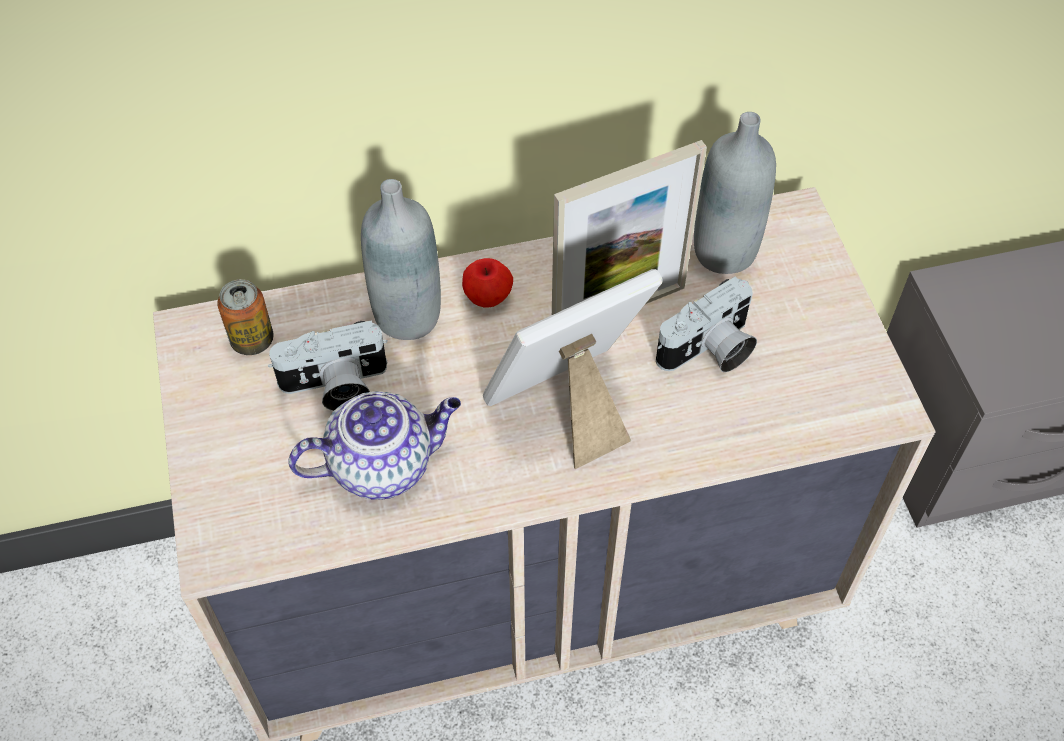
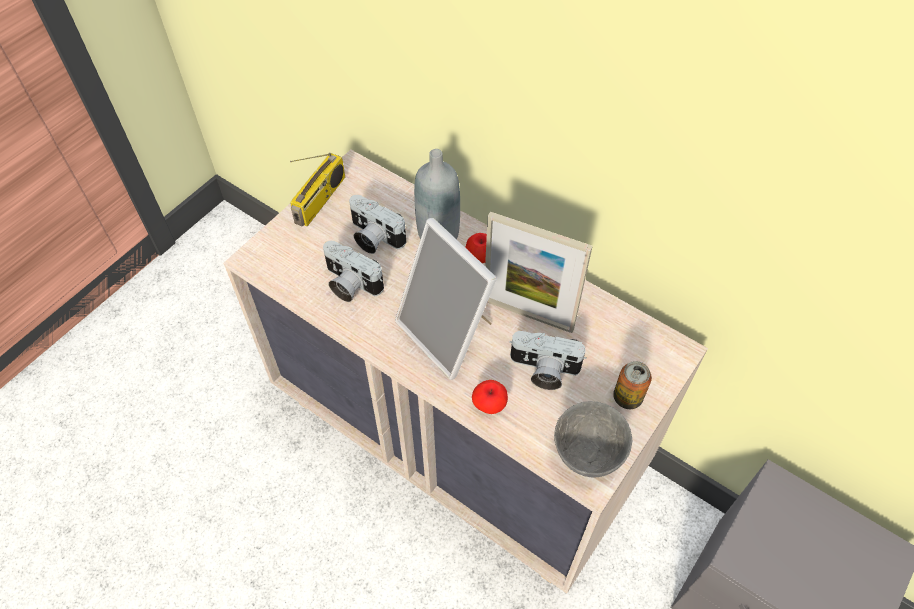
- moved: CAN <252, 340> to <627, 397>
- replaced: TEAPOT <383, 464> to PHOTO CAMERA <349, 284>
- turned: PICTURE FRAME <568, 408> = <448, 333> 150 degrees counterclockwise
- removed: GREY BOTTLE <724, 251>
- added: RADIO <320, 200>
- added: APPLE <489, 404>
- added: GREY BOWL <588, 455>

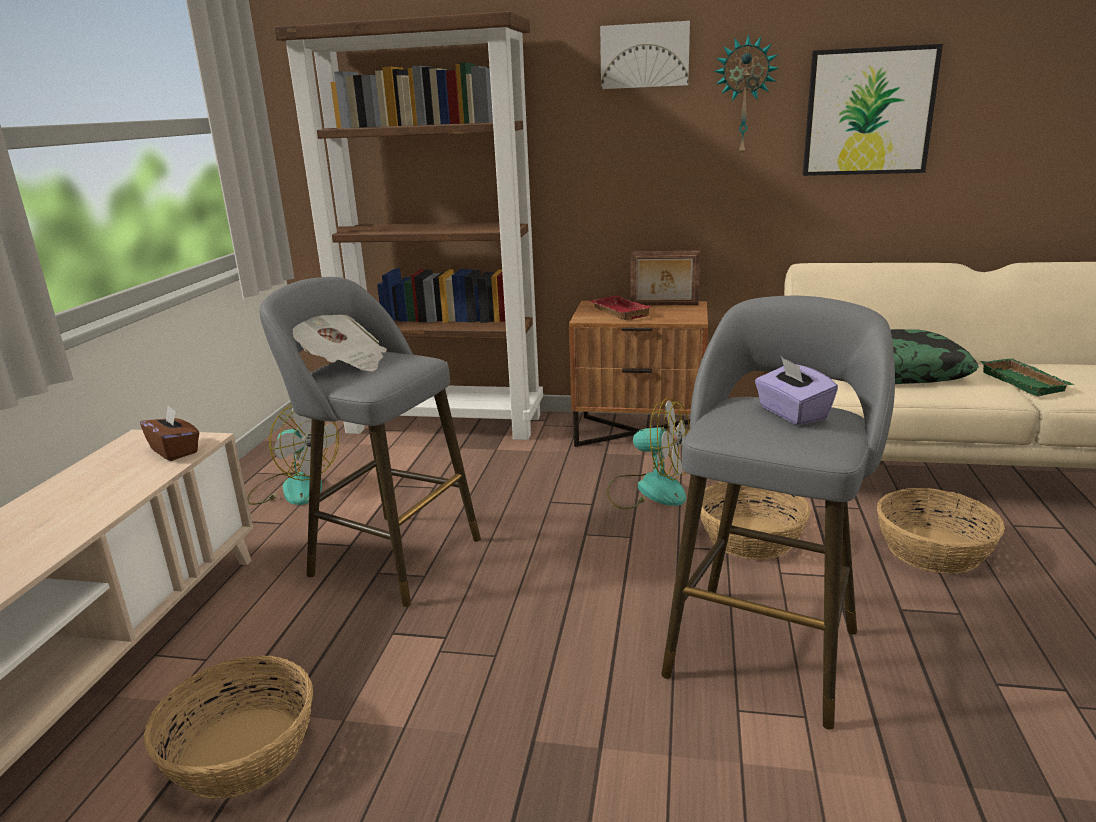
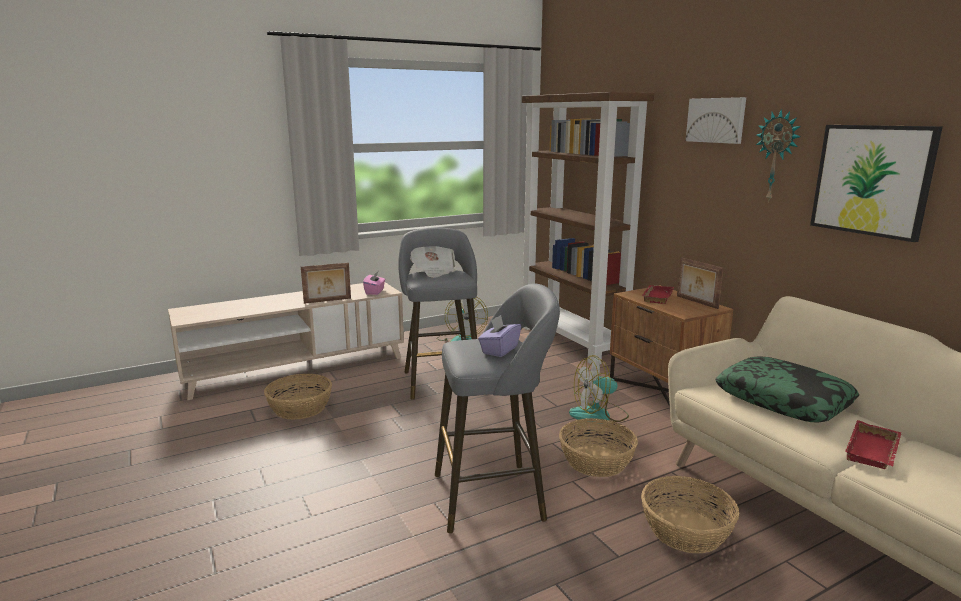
- recoloured: BROWN TISSUE BOX <175, 451> to PINK TISSUE BOX <375, 291>
- turned: FAN <649, 489> = <599, 415> 90 degrees clockwise
- recoloured: GREEN TRAY <1026, 382> to RED TRAY <874, 452>
- added: PICTURE FRAME <327, 301>

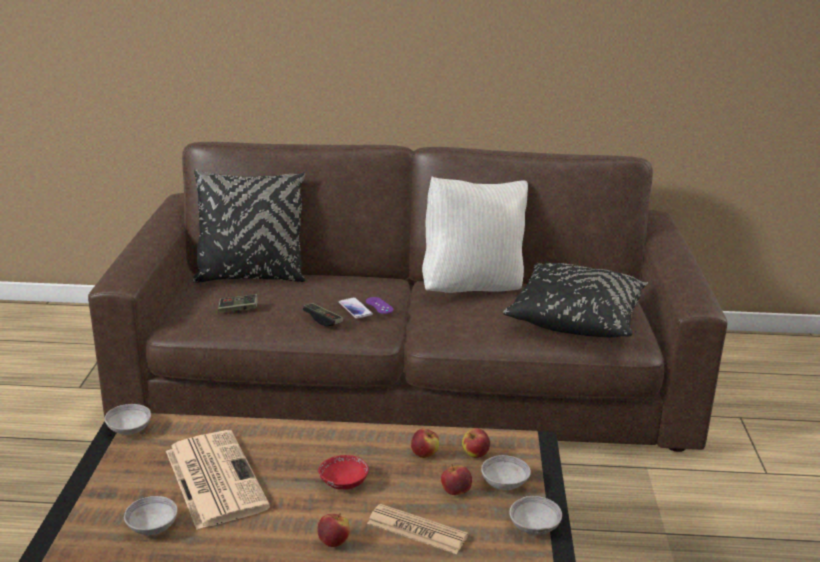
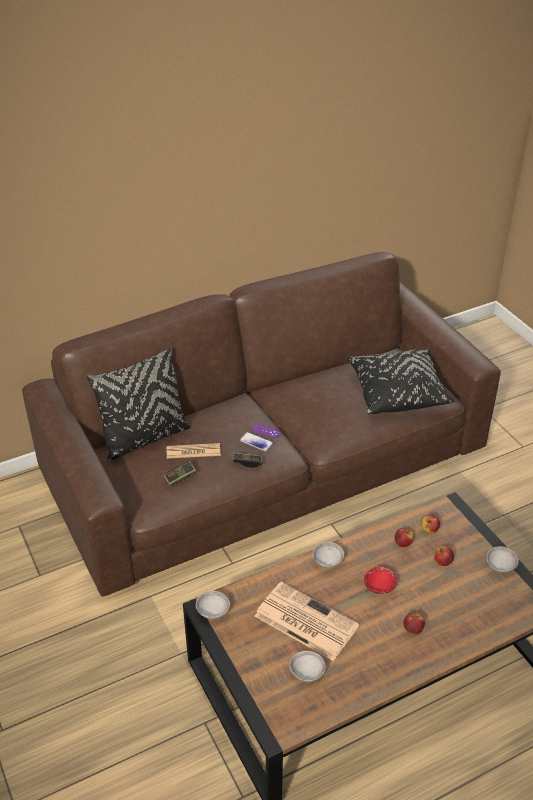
- moved: NEWSPAPER <417, 530> to <193, 451>
- removed: WHITE PILLOW <472, 288>
- moved: GREY BOWL <504, 483> to <328, 561>

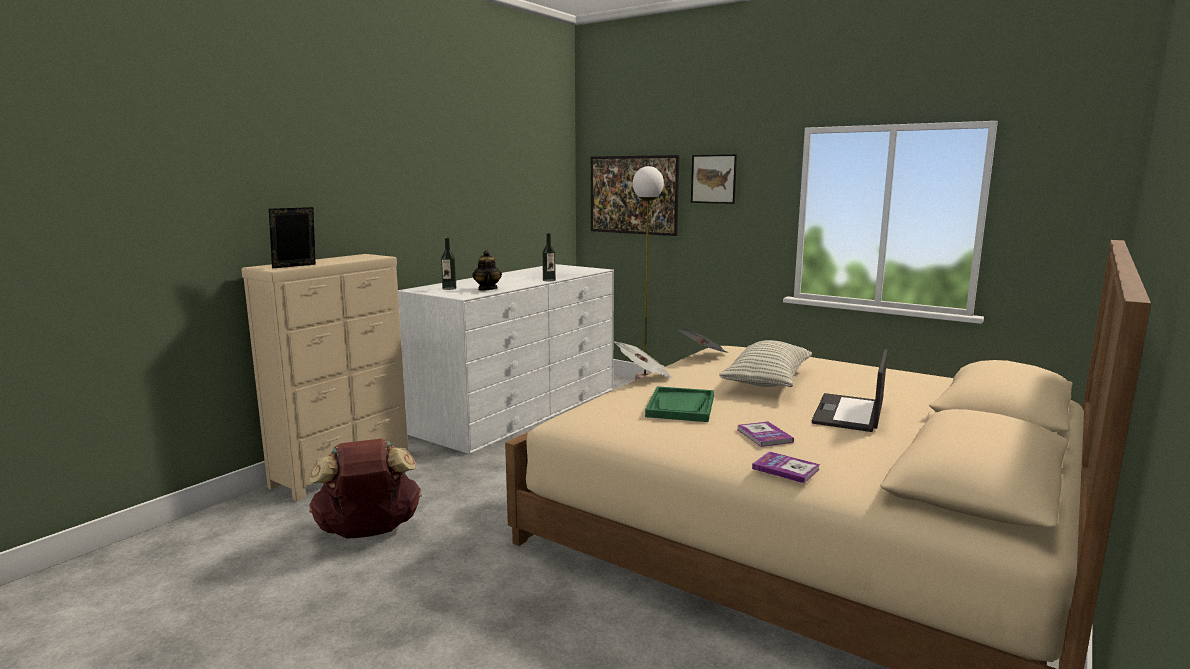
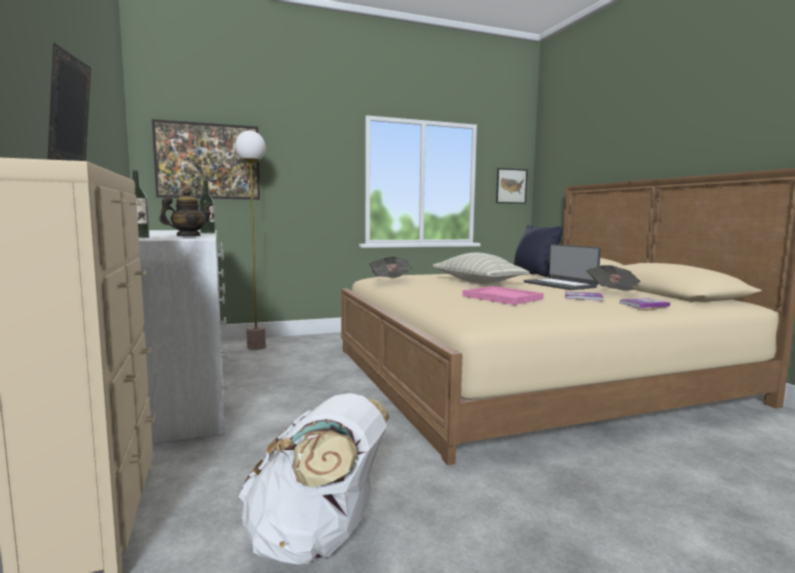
- recoloured: BROWN BACKPACK <368, 532> to WHITE BACKPACK <317, 540>
- turned: TEAPOT <487, 289> = <188, 236> 120 degrees clockwise
- moved: NEWSPAPER <644, 375> to <613, 292>
- recoloured: GREEN TRAY <681, 407> to PINK TRAY <502, 297>
- moved: PICTURE <713, 179> to <511, 186>
- added: BLACK PILLOW <534, 274>

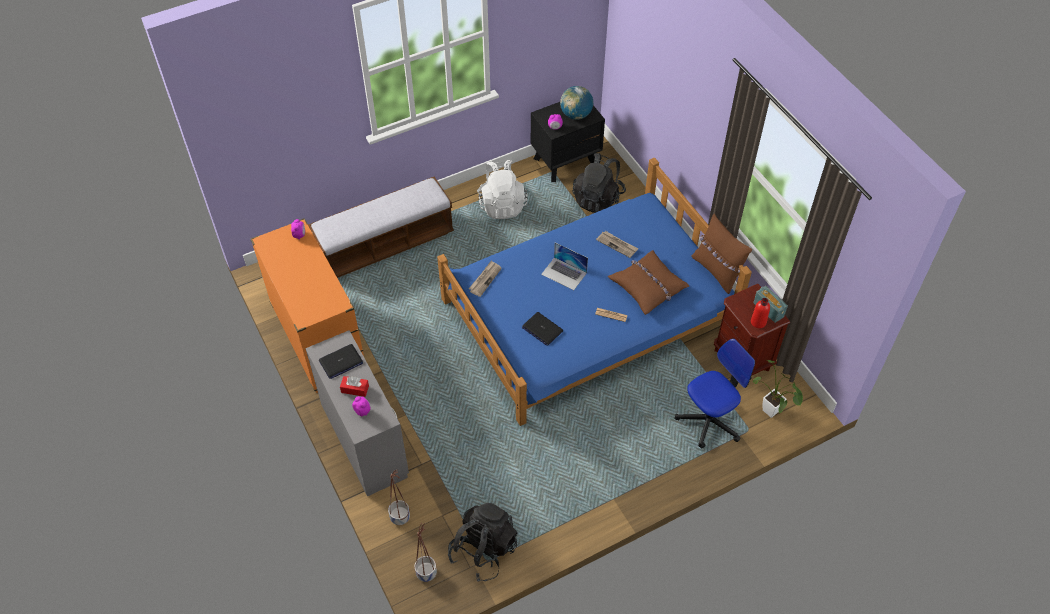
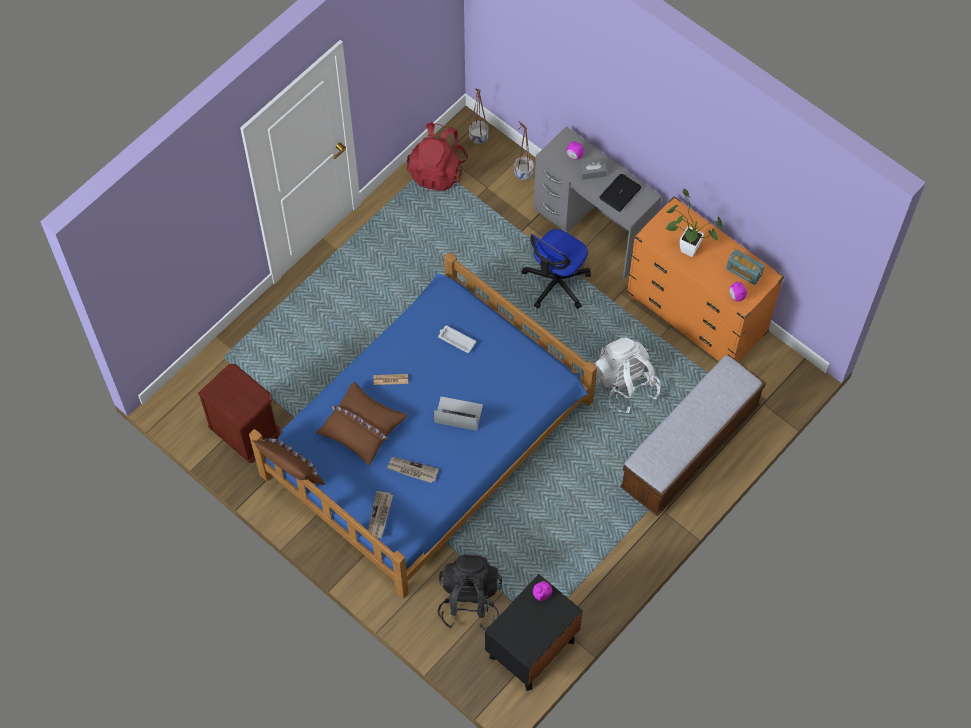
- recoloured: RED TISSUE BOX <355, 389> to GREY TISSUE BOX <592, 172>
- recoloured: BLACK BACKPACK <483, 550> to RED BACKPACK <437, 170>
- moved: NEWSPAPER <485, 279> to <380, 515>
- moved: WHITE BACKPACK <502, 204> to <625, 384>
- replaced: LAPTOP <542, 329> to WHITE TRAY <456, 340>
- removed: GLOBE <576, 115>
- moved: OFFICE CHAIR <709, 420> to <556, 283>
- removed: RED BOTTLE <758, 322>
- moved: RADIO <768, 309> to <743, 272>
- moved: POTTED PLANT <773, 413> to <685, 248>

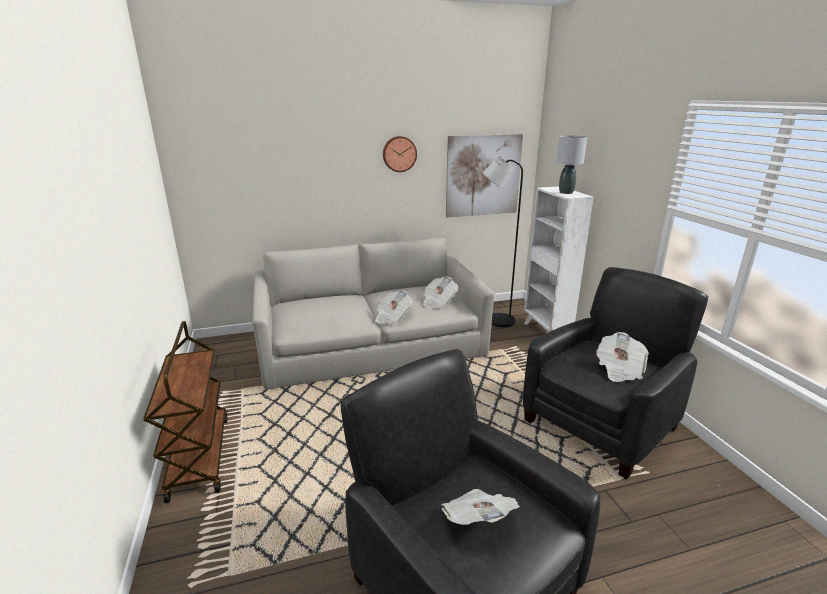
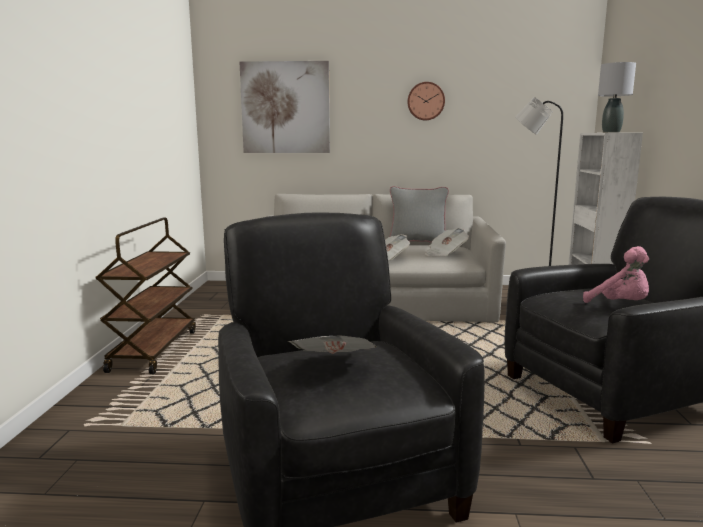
- moved: PICTURE <483, 175> to <285, 108>
- replaced: NEWSPAPER <619, 369> to PINK PLUSH TOY <620, 305>
- added: GREY PILLOW <417, 243>

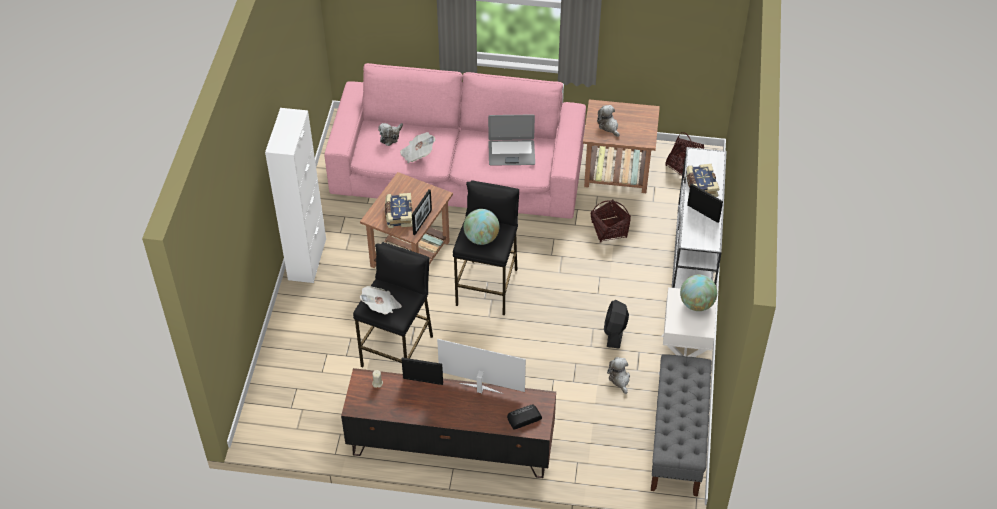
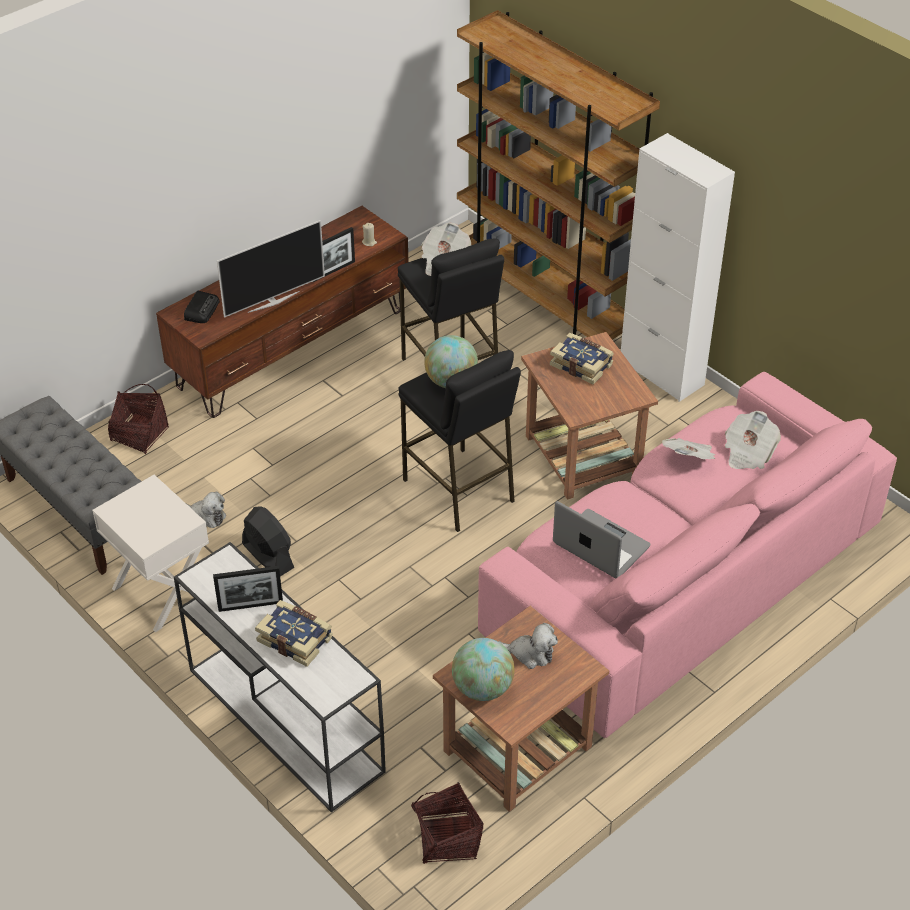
- replaced: PLUSH TOY <390, 137> to NEWSPAPER <748, 452>
- removed: PICTURE FRAME <422, 222>
- turned: LAPTOP <511, 152> = <600, 546> 90 degrees clockwise
- moved: BASKET <609, 230> to <139, 434>
- moved: GLOBE <696, 304> to <482, 688>
- added: BROWN BOOKCASE <545, 301>

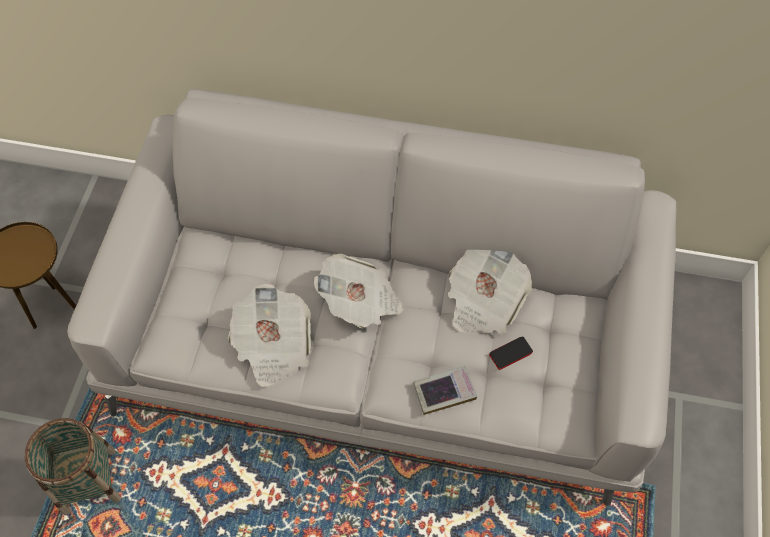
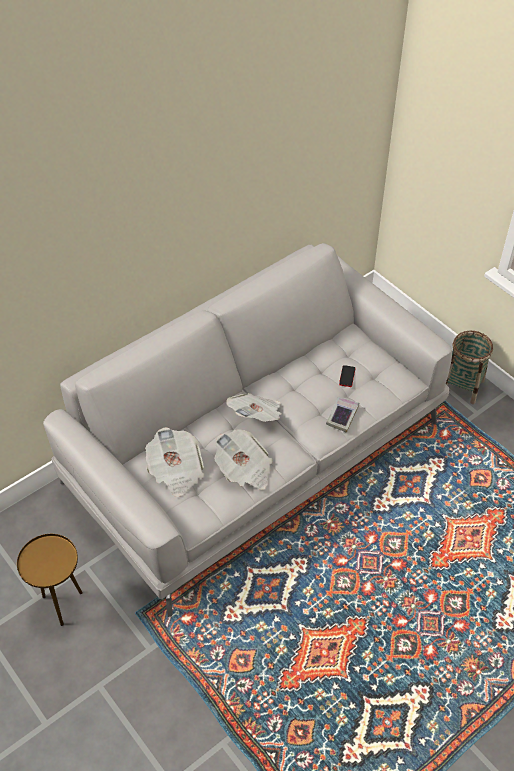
- moved: BASKET <90, 481> to <462, 386>
- moved: NEWSPAPER <483, 301> to <176, 471>

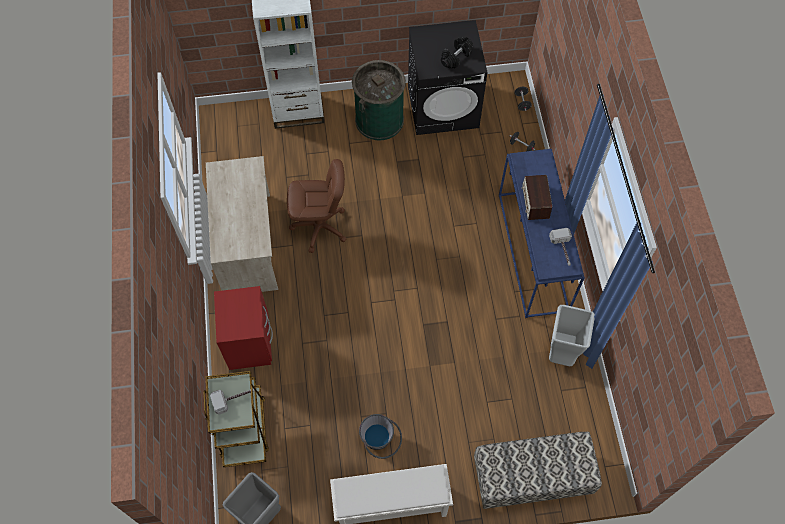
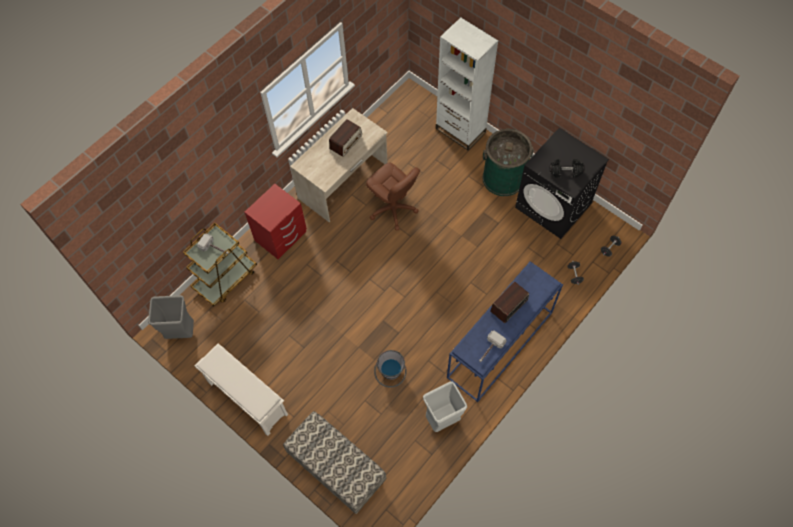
- moved: GREY BUCKET <380, 442> to <391, 375>
- added: RADIO <346, 142>

